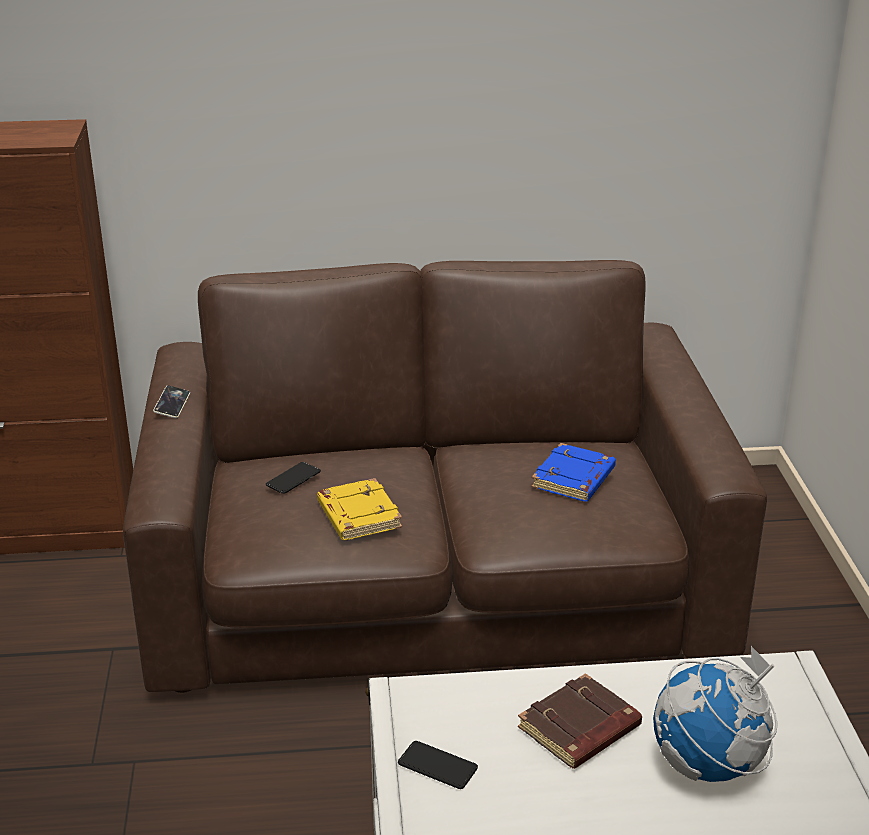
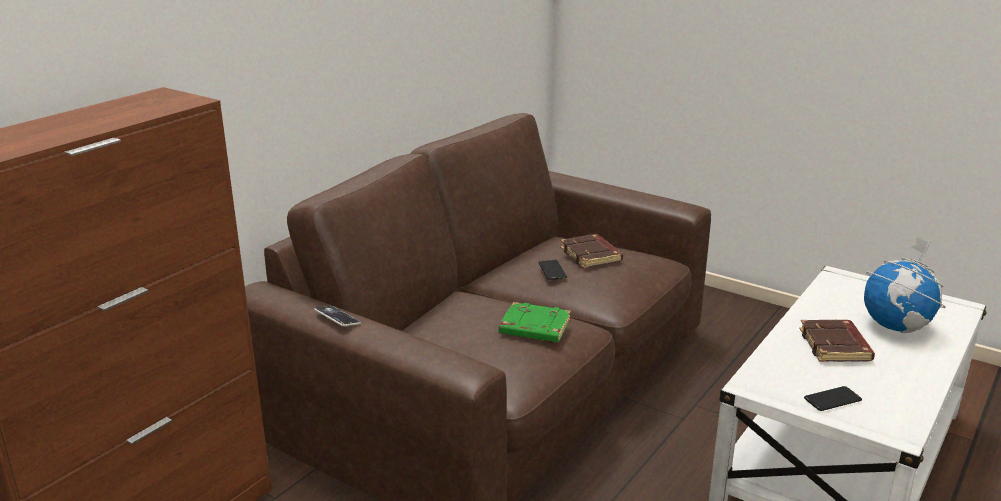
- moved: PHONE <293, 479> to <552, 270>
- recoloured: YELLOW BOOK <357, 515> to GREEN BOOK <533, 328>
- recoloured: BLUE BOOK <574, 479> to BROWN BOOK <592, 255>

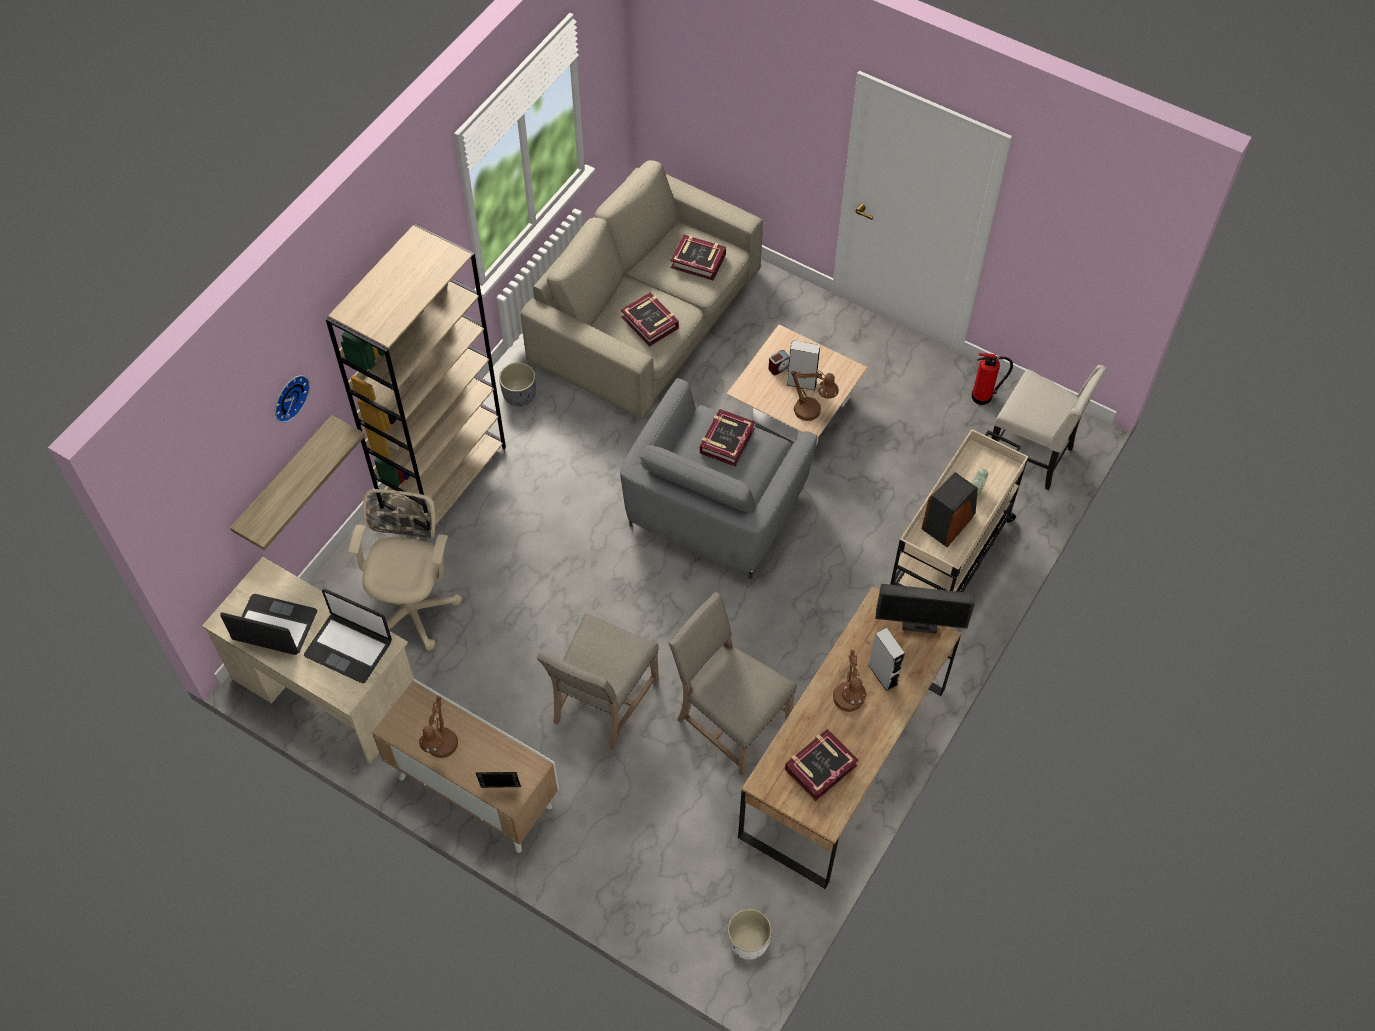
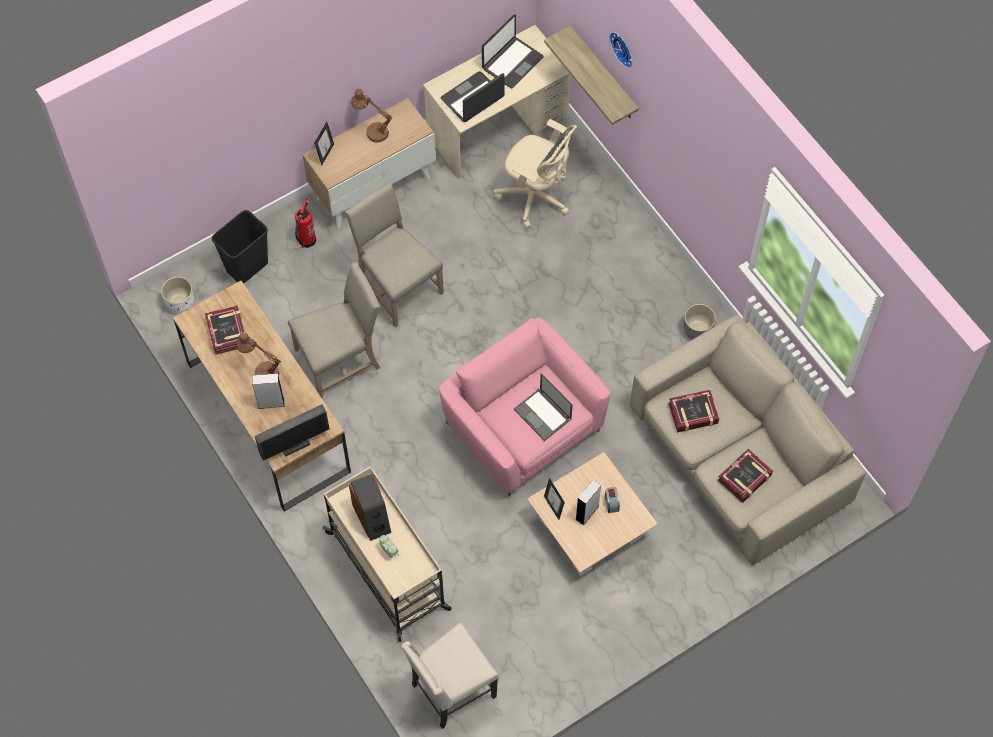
- removed: BEIGE BOOKCASE <443, 476>
- recoloured: GREY ARMCHAIR <715, 507> to PINK ARMCHAIR <522, 426>
- replaced: BOOK <726, 441> to LAPTOP <543, 414>
- replaced: BROWN TABLE LAMP <812, 413> to PICTURE FRAME <553, 507>
- turned: MONITOR <919, 625> = <295, 446> 150 degrees counterclockwise
- moved: FIRE EXTINGUISHER <983, 396> to <306, 241>
- added: BLACK TRASH CAN <247, 266>

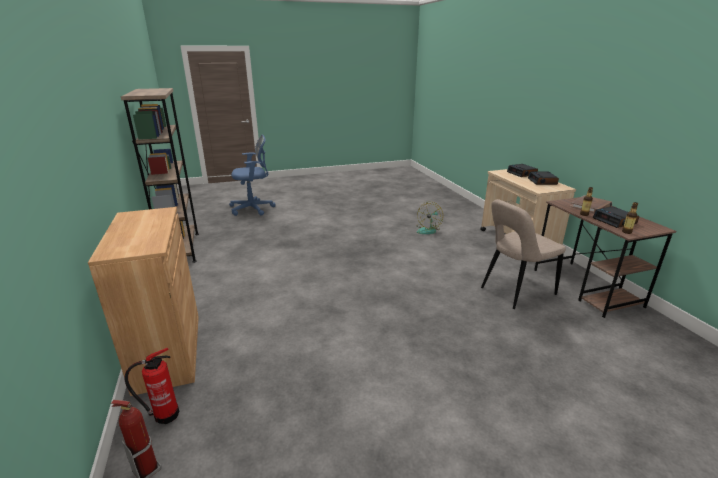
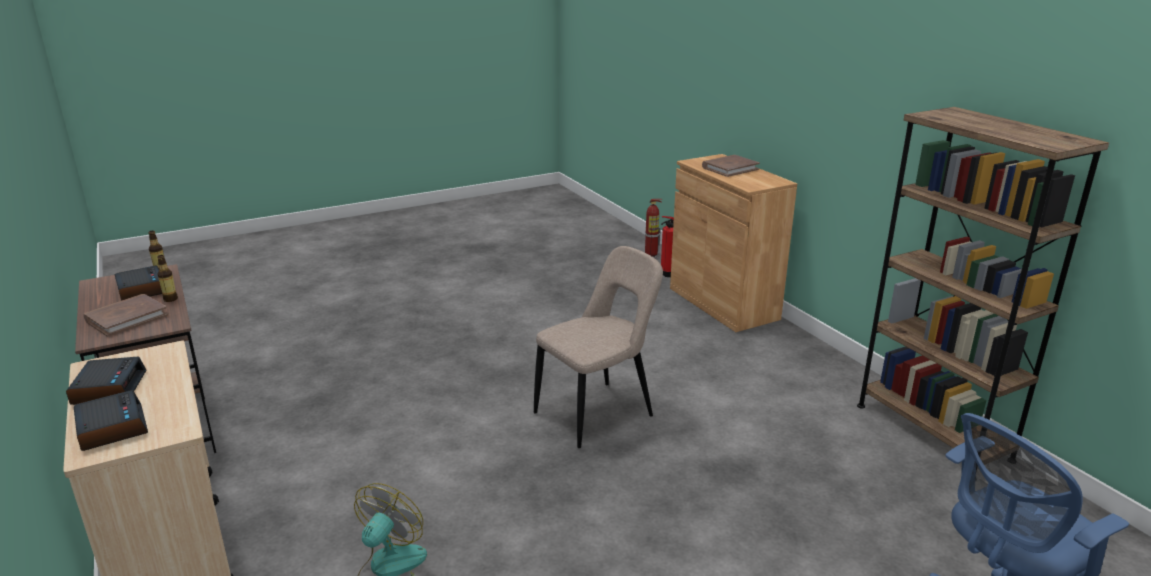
- moved: BEIGE CHAIR <515, 292> to <598, 413>
- added: BROWN BOOK <730, 168>

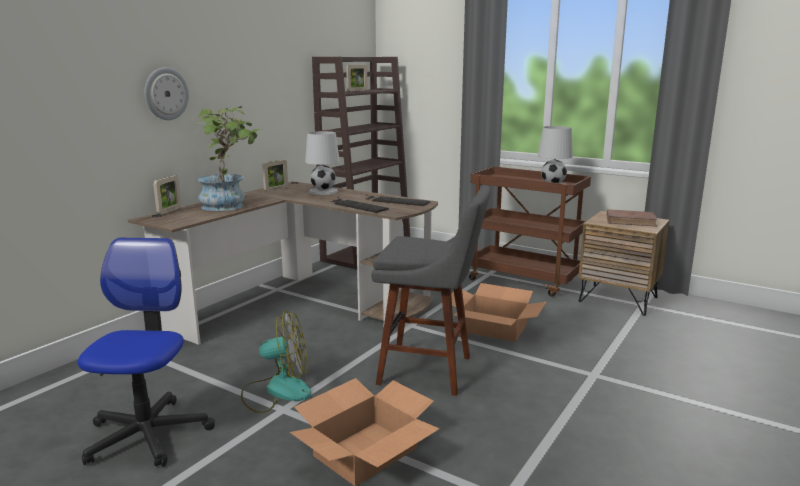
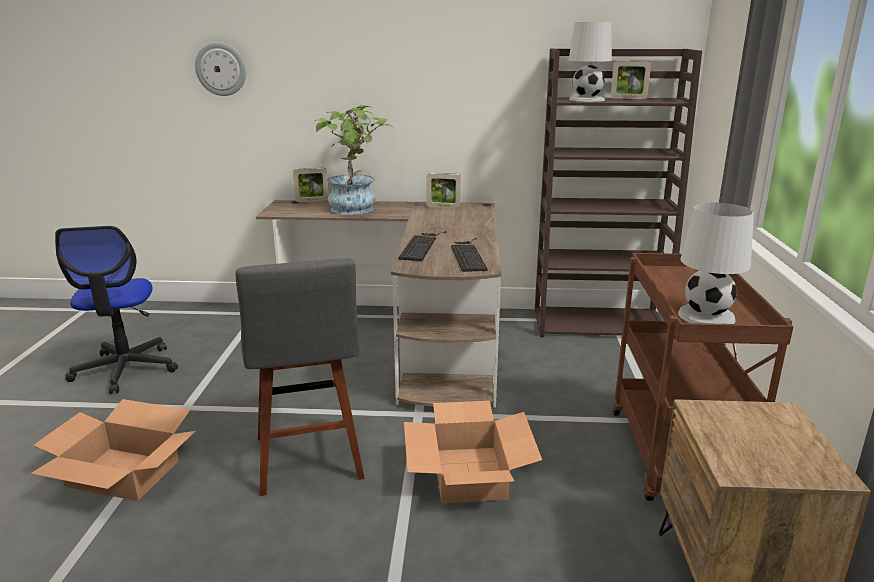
- turned: OFFICE CHAIR <147, 435> = <125, 369> 105 degrees clockwise
- moved: WALL CLOCK <166, 94> to <221, 69>
- removed: FAN <277, 390>
- moved: WHITE TABLE LAMP <323, 191> to <586, 99>
- removed: BROWN BOOK <631, 221>

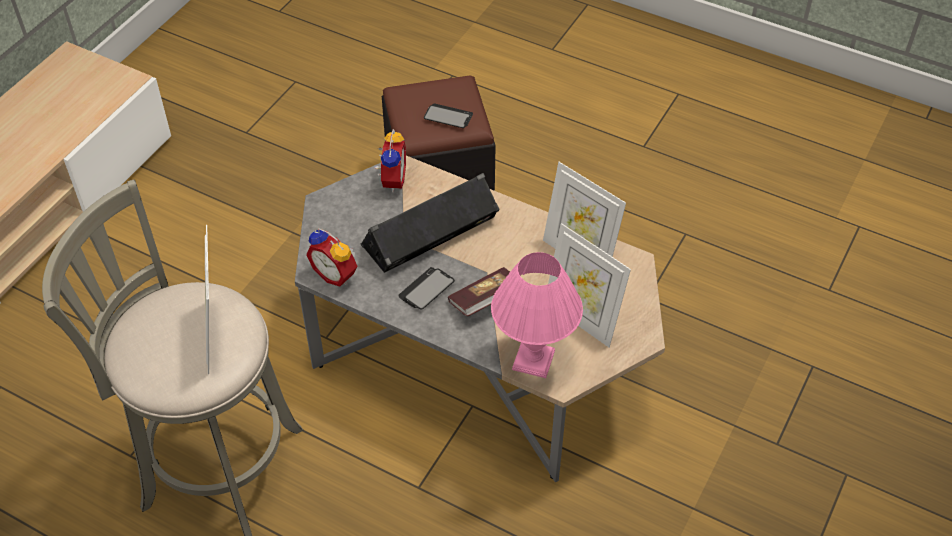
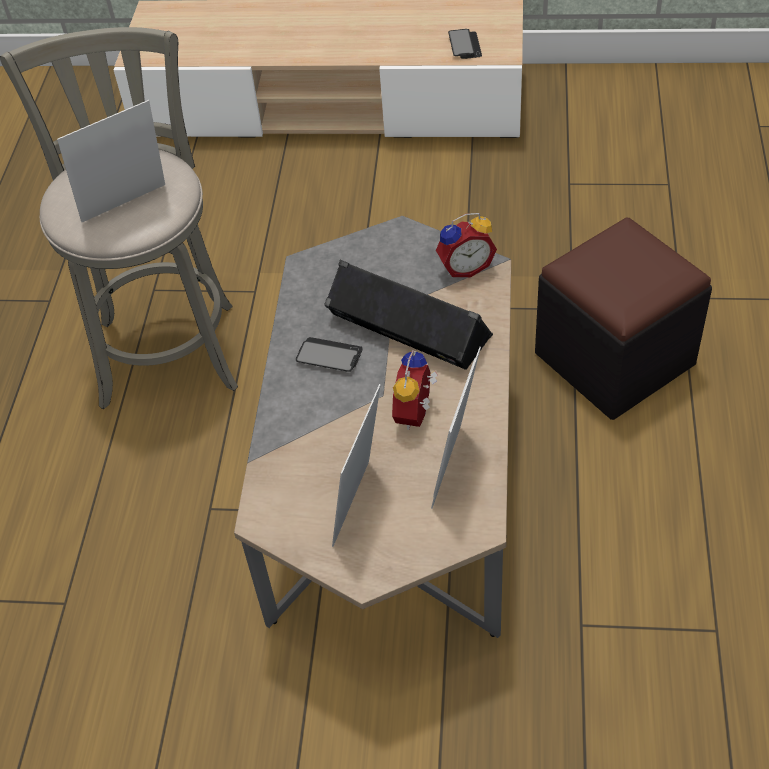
- moved: ALARM CLOCK <336, 274> to <417, 414>
- moved: PHONE <448, 117> to <465, 45>
- removed: BOOK <485, 301>
- removed: PINK TABLE LAMP <532, 360>

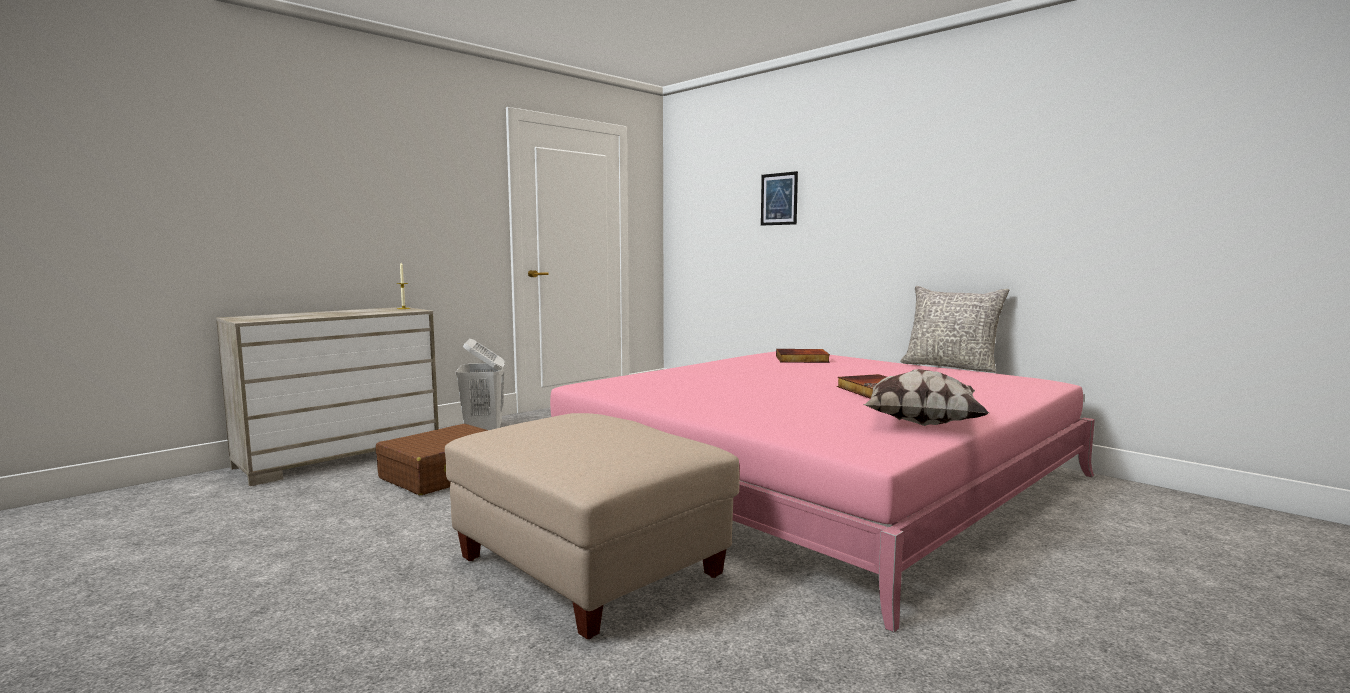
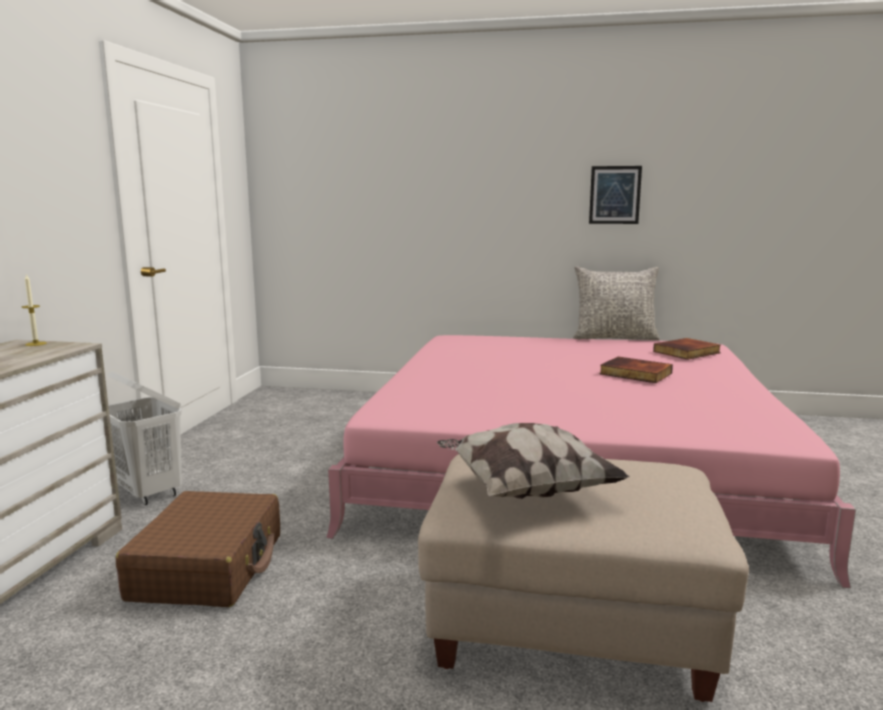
- moved: PICTURE <779, 199> to <615, 195>
- moved: BOOK <801, 359> to <687, 352>
- moved: PILLOW <919, 422> to <525, 489>

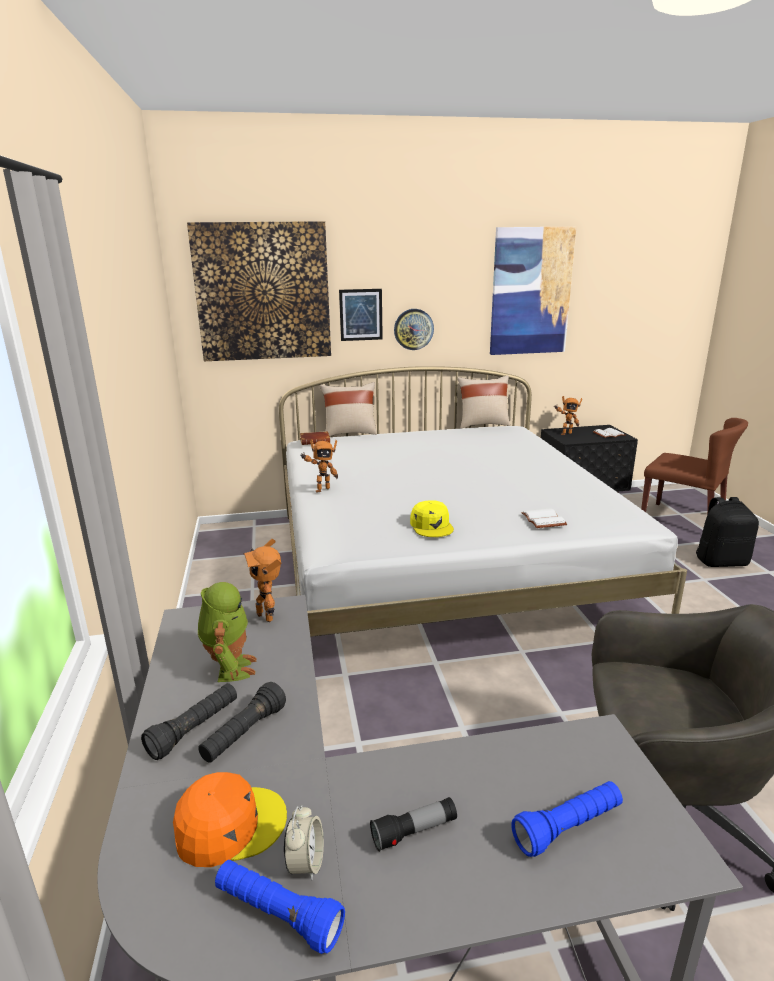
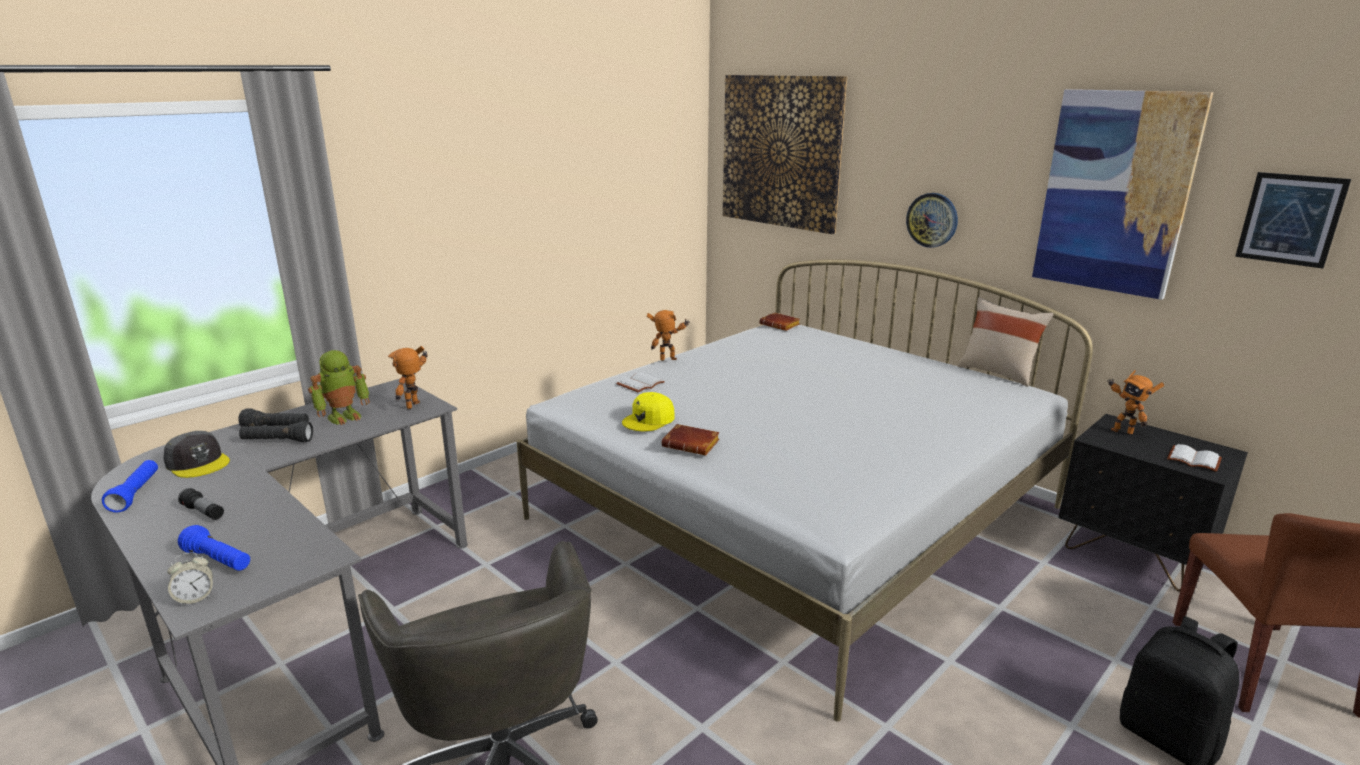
- recoloured: ORANGE CAP <230, 825> to GREY CAP <198, 463>
- moved: ALARM CLOCK <305, 863> to <195, 598>
- turned: TOY ROBOT <321, 489> = <669, 360> 150 degrees clockwise
- removed: BEIGE PILLOW <349, 433>
- moved: PICTURE <361, 315> to <1290, 219>
- moved: WHITE BOOK <545, 520> to <641, 384>
- added: BROWN BOOK <692, 444>

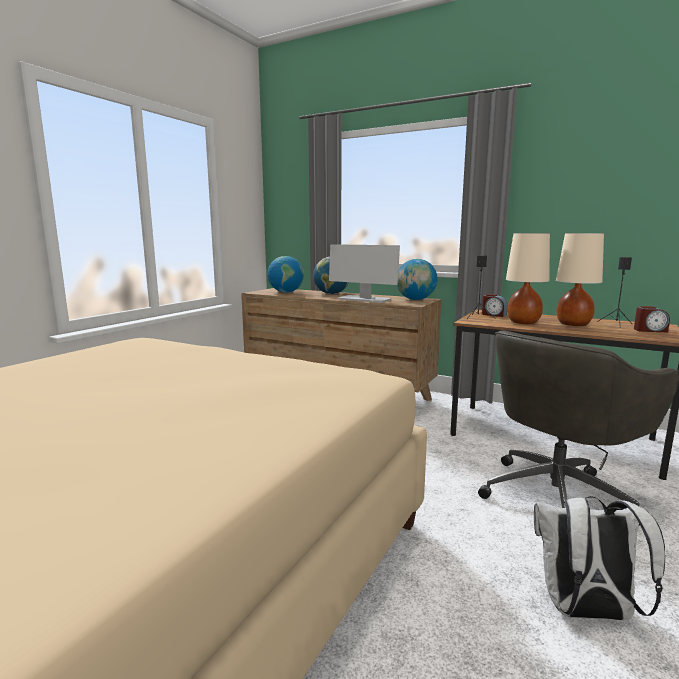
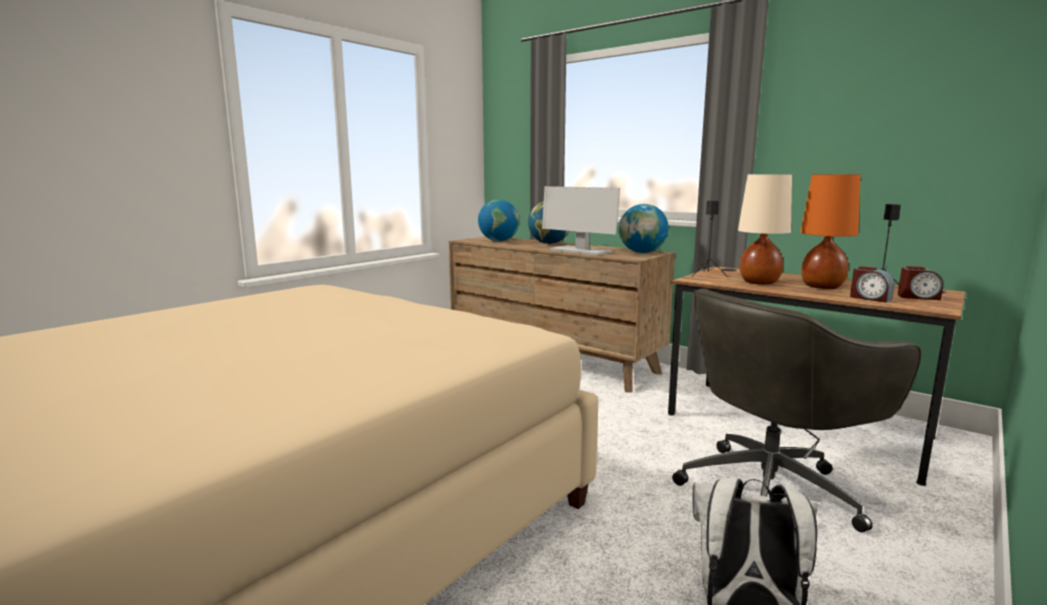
- moved: ALARM CLOCK <493, 315> to <870, 298>
- recoloured: BEIGE TABLE LAMP <573, 324> to ORANGE TABLE LAMP <821, 287>

